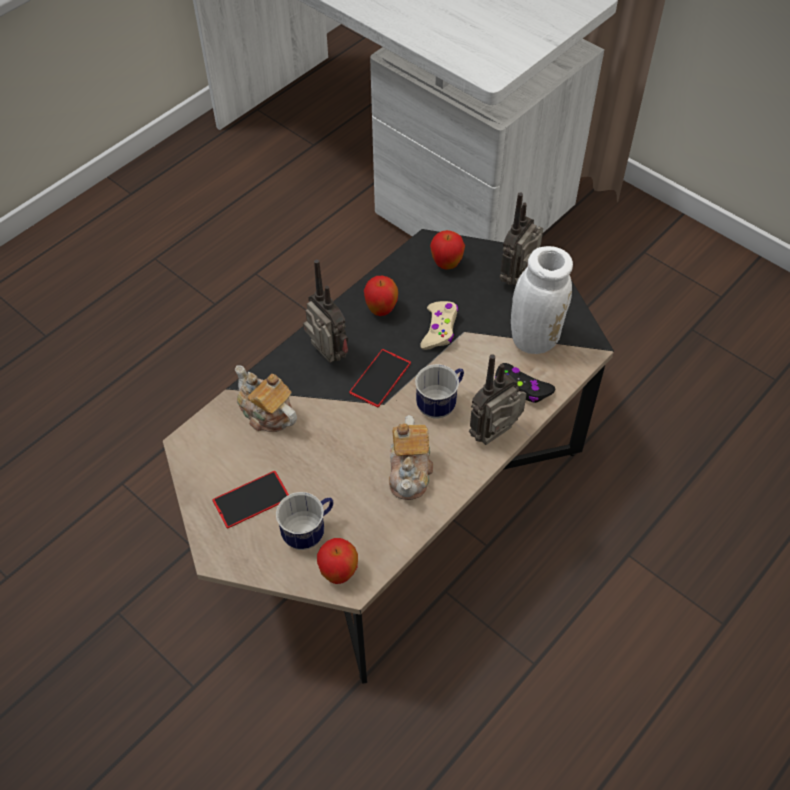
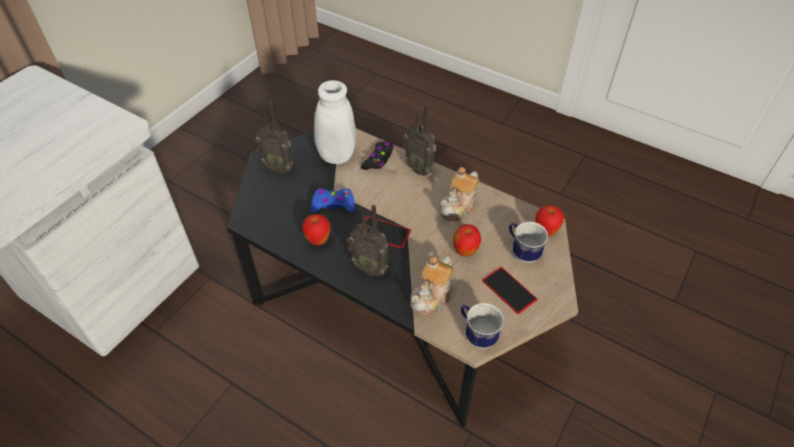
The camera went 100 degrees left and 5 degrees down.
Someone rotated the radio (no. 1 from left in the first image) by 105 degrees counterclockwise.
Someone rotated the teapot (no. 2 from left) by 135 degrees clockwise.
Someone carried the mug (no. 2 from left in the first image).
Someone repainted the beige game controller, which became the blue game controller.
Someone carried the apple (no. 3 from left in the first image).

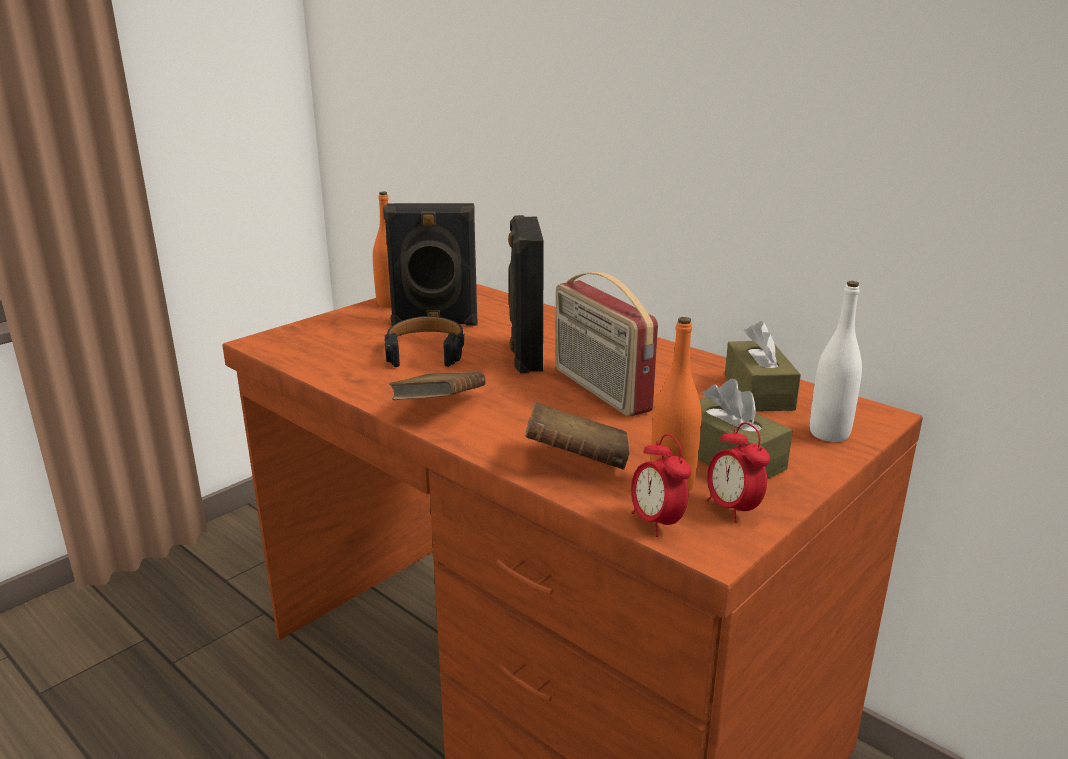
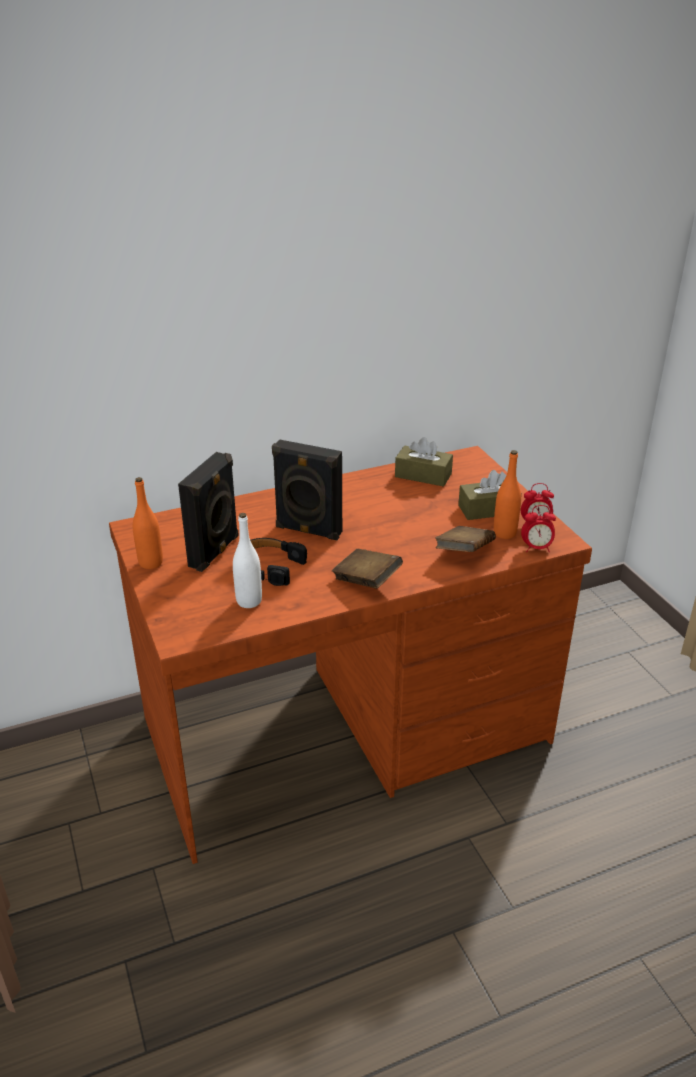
The camera went 65 degrees left and 10 degrees up.
Someone took away the radio.
Someone carried the white bottle.

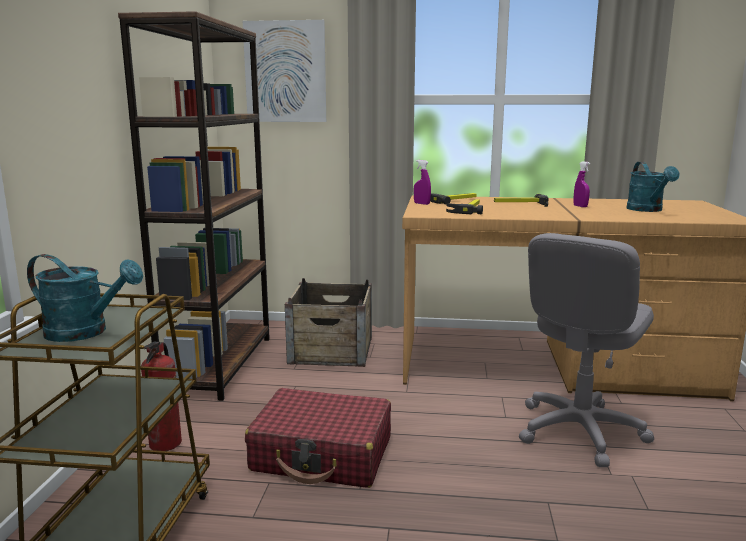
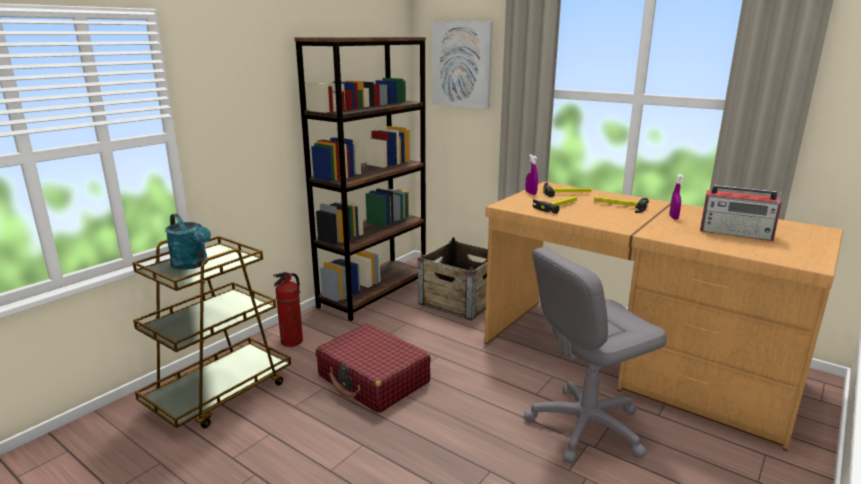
The camera went 30 degrees right and 5 degrees up.
Someone swapped the turquoise watering can (no. 2 from left) for the radio.

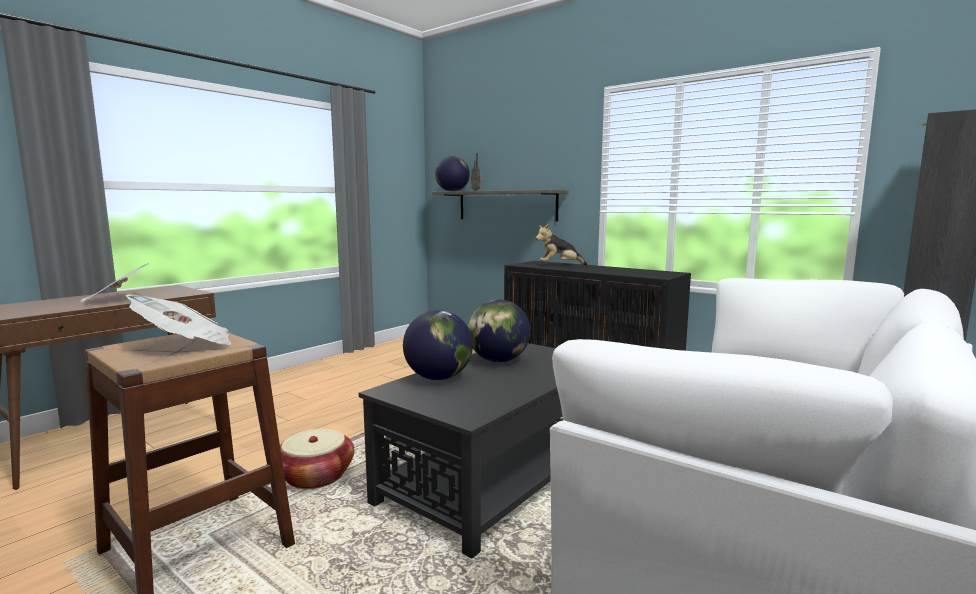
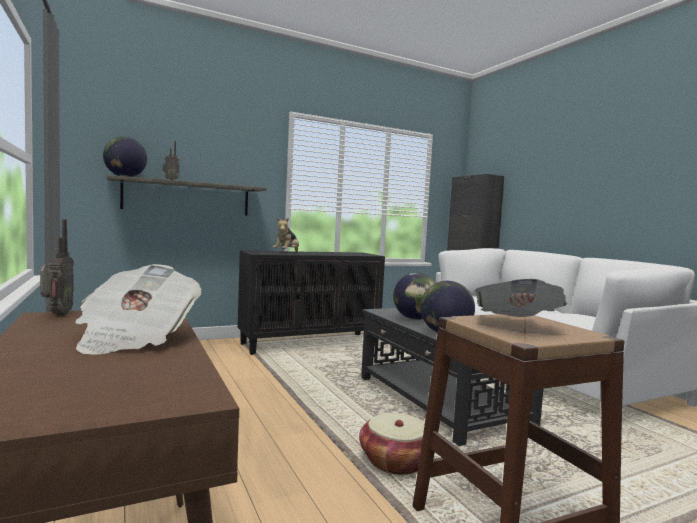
The camera went 65 degrees left and 5 degrees down.
Someone put down the radio (no. 1 from left).

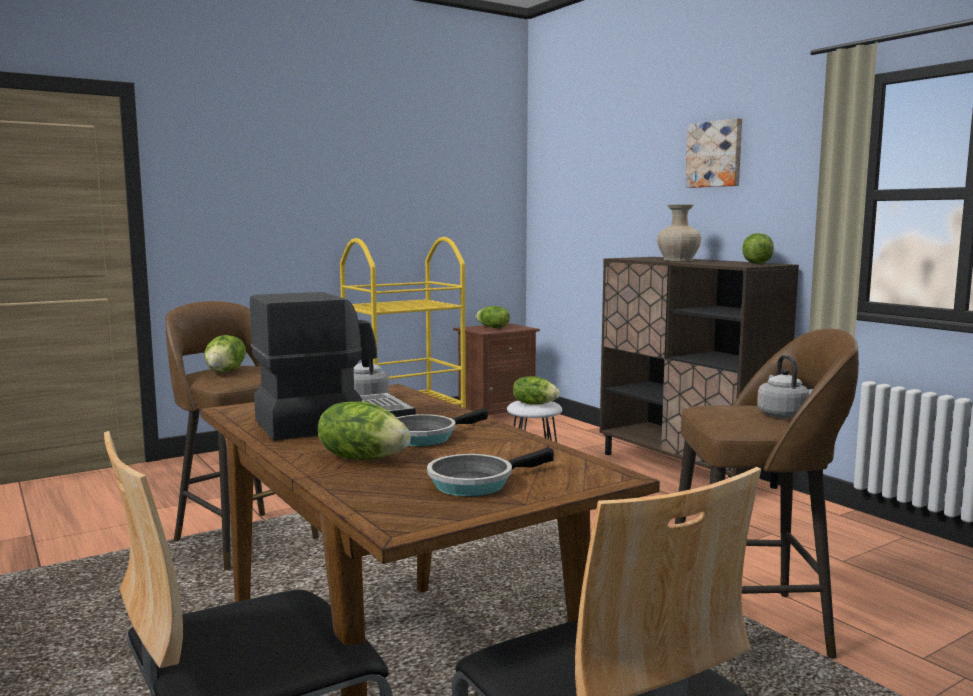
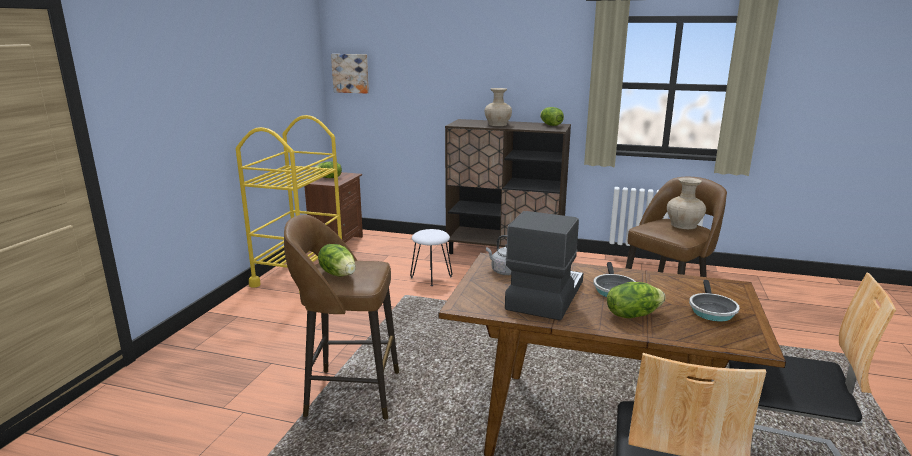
The camera went 40 degrees left and 10 degrees up.
Someone took away the lettuce (no. 4 from left).
Someone carried the picture.
Someone swapped the grey kettle (no. 2 from left) for the beige vase (no. 2 from left).

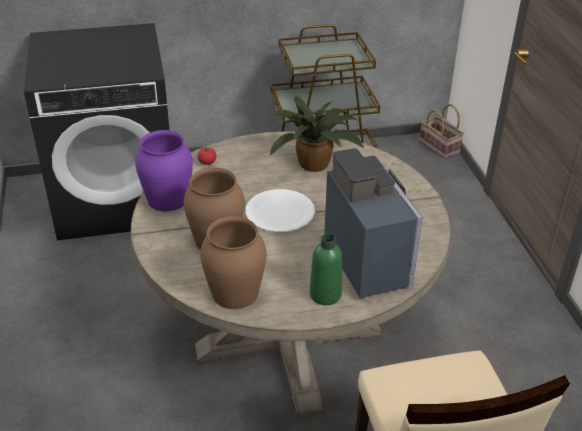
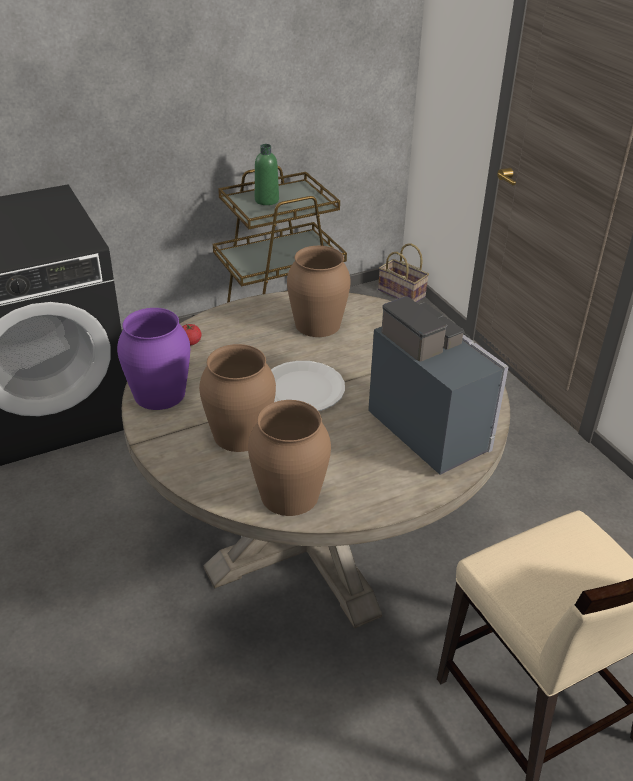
The camera went 15 degrees left and 0 degrees up.
Someone swapped the potted plant for the brown vase (no. 3 from left).
Someone carried the green bottle.

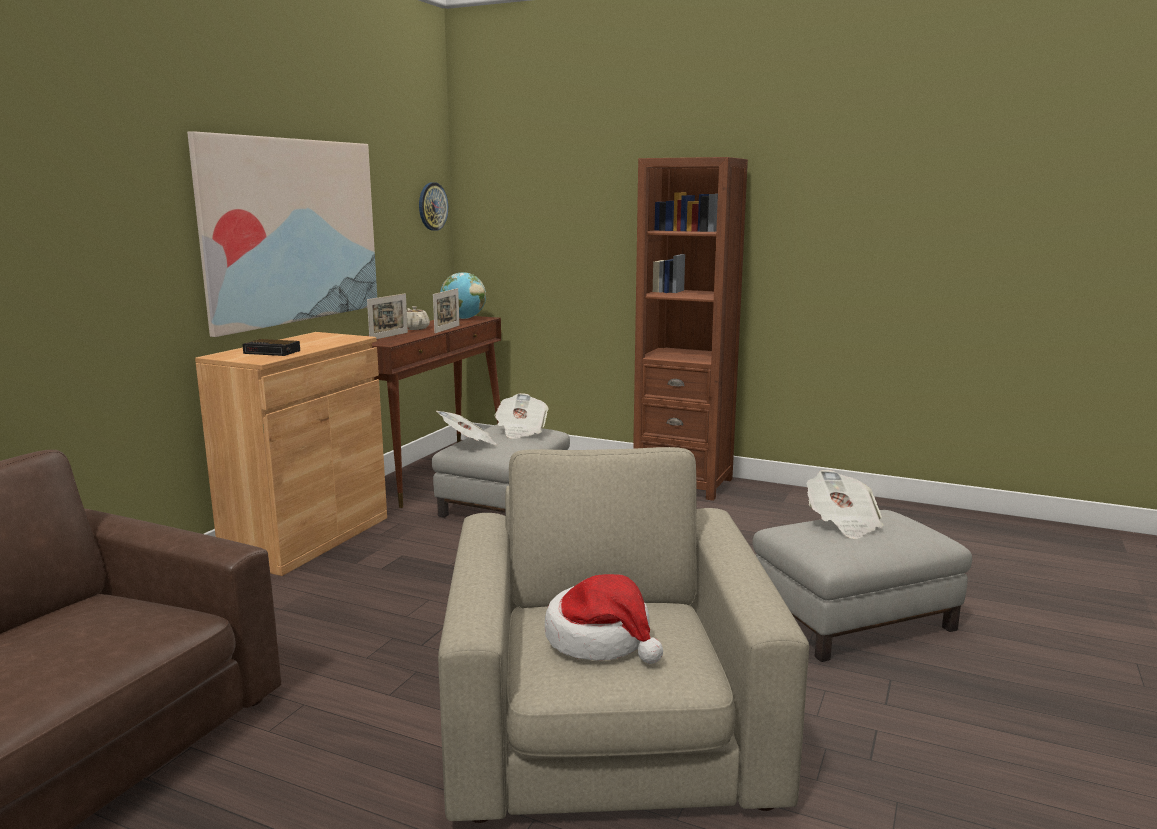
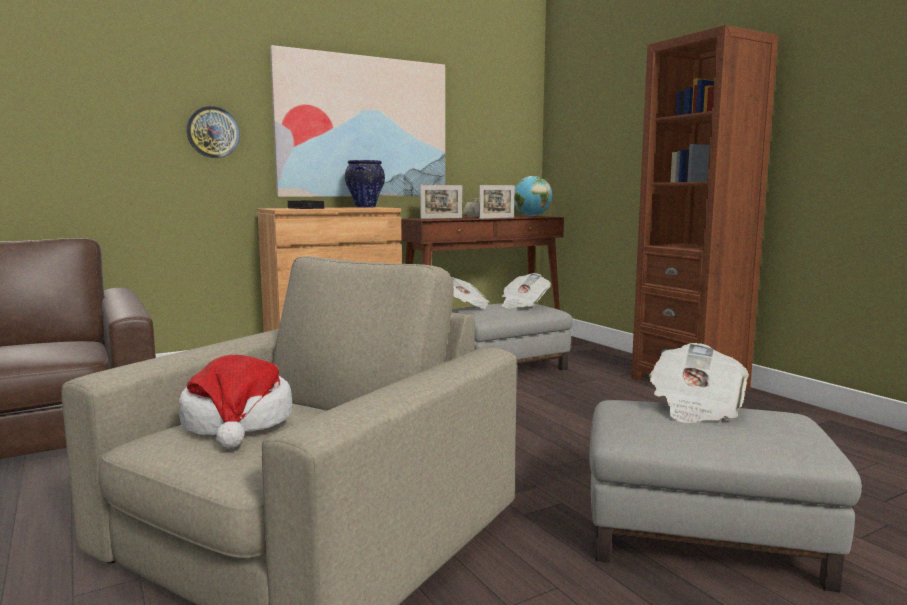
The camera went 35 degrees right and 5 degrees down.
Someone carried the wall clock.
Someone put down the vase.

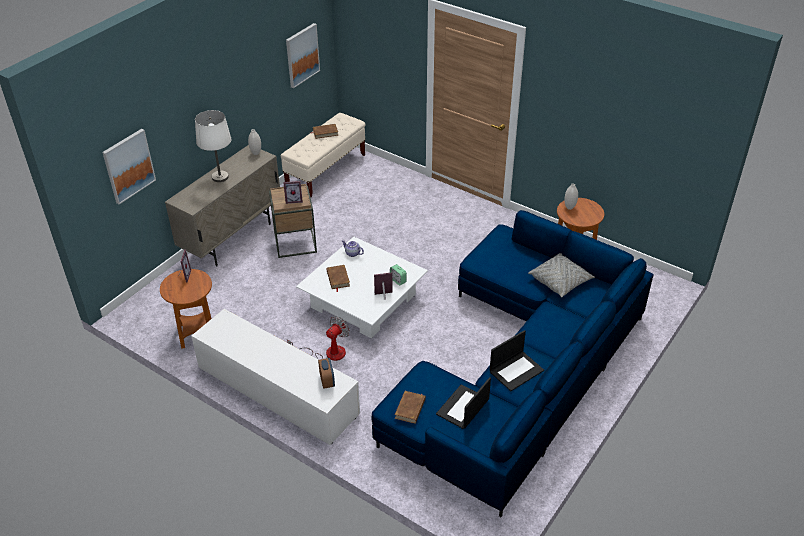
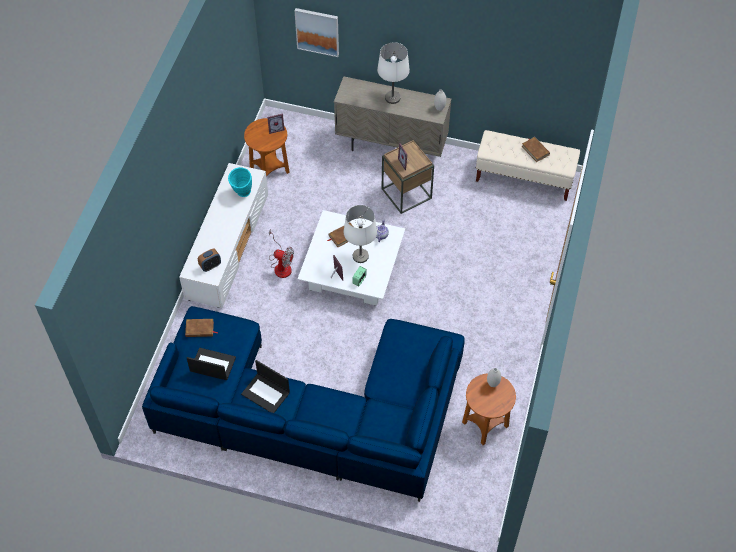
The camera went 70 degrees right and 15 degrees up.
Someone took away the picture (no. 2 from left).
Someone took away the grey pillow.
Someone put down the turquoise vase.
Someone put down the white table lamp (no. 1 from left).

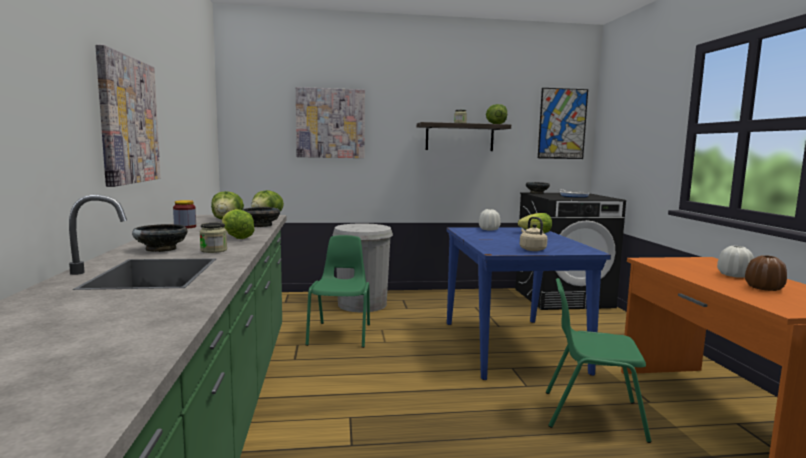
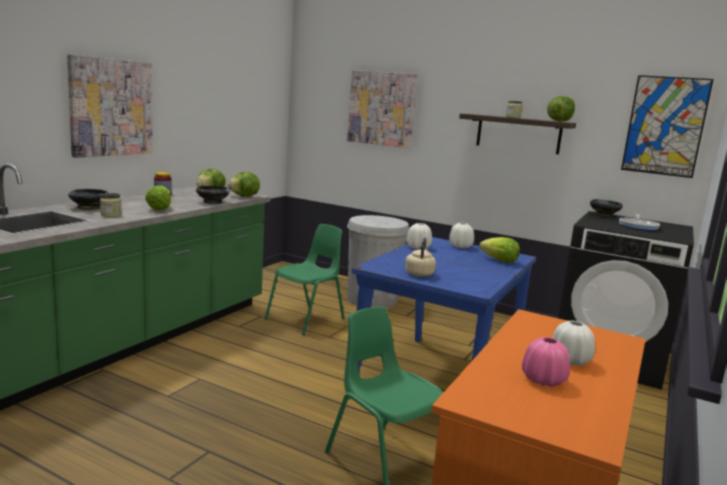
The camera went 35 degrees right and 5 degrees up.
Someone repainted the brown vase, which became the pink vase.
Someone put down the white vase (no. 1 from left).

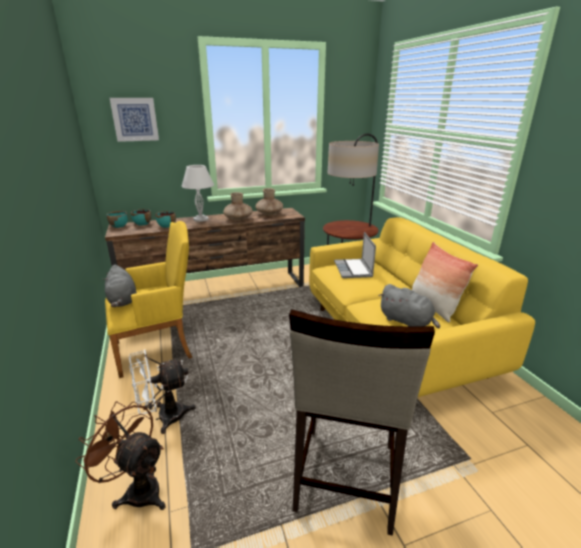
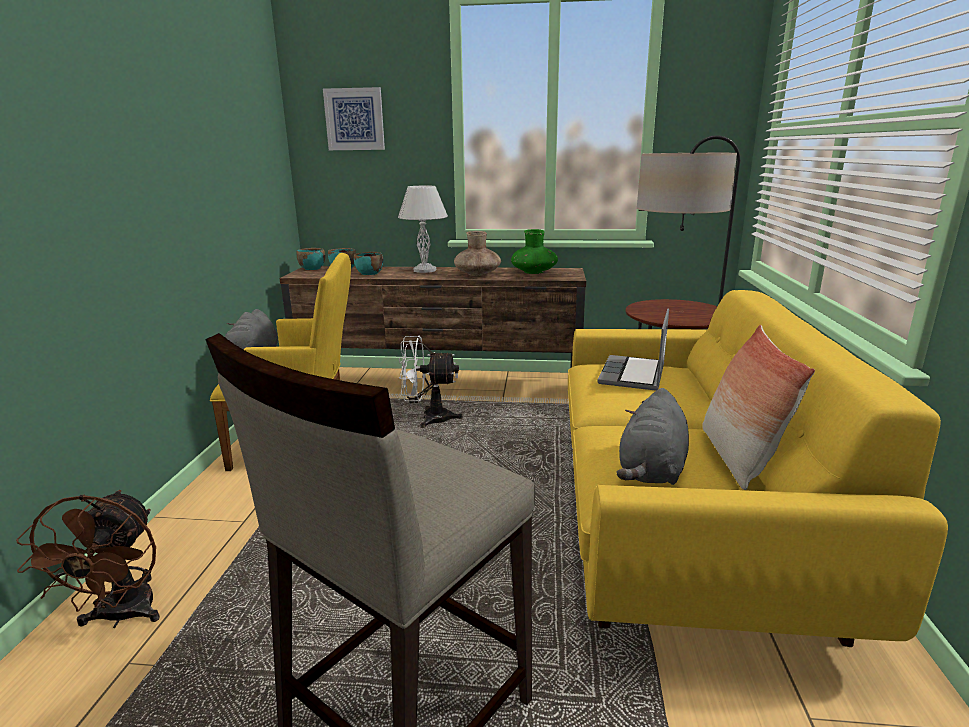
The camera went 25 degrees right and 5 degrees down.
Someone rotated the brown fan by 150 degrees counterclockwise.
Someone carried the white fan.
Someone repainted the brown vase (no. 2 from left), which became the green vase.
Someone rotated the grey plush toy (no. 2 from left) by 45 degrees clockwise.

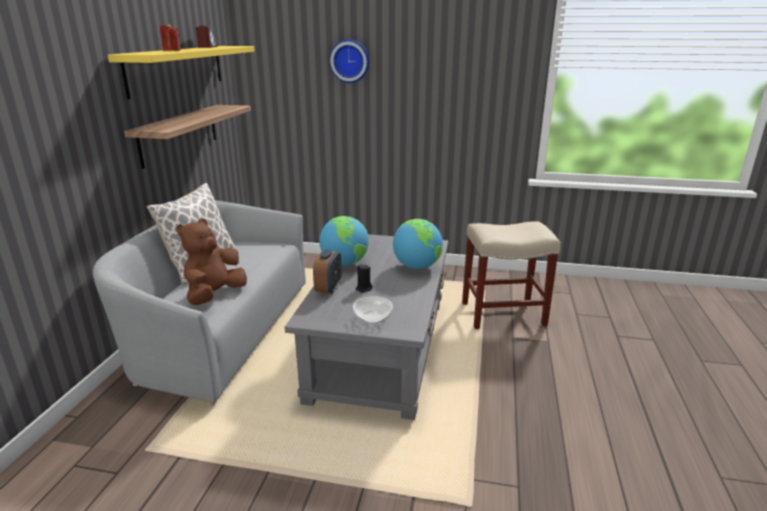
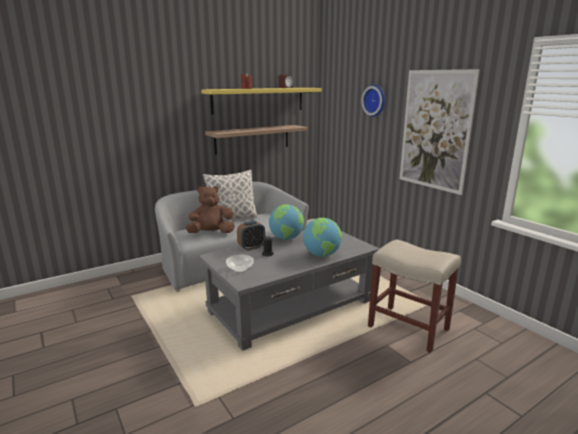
The camera went 45 degrees right and 5 degrees down.
Someone put up the picture.

